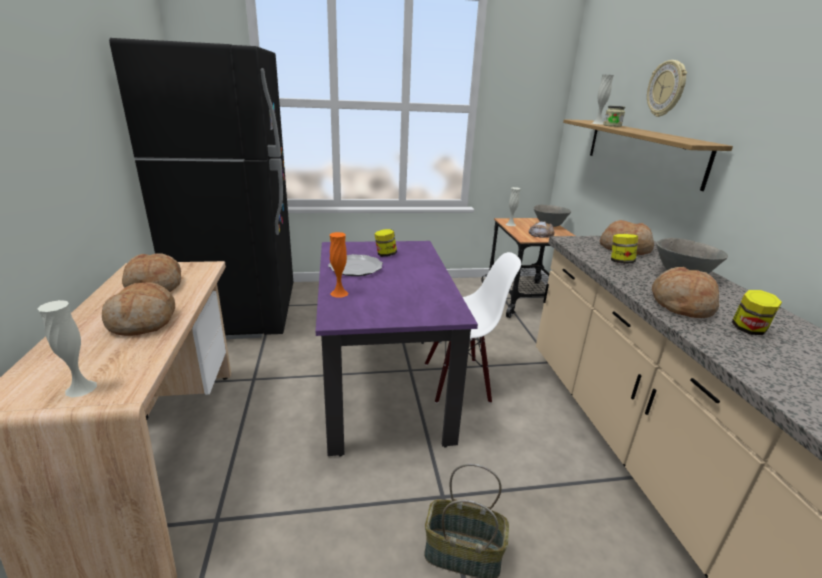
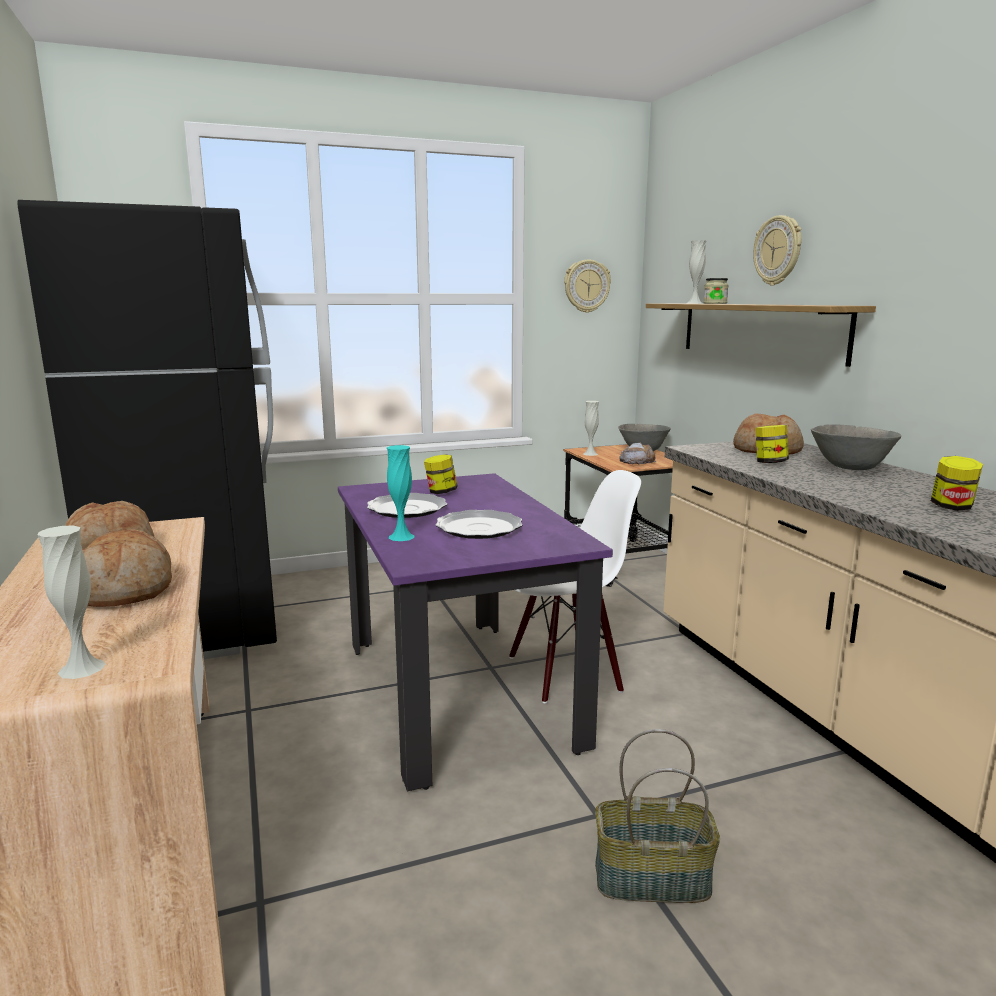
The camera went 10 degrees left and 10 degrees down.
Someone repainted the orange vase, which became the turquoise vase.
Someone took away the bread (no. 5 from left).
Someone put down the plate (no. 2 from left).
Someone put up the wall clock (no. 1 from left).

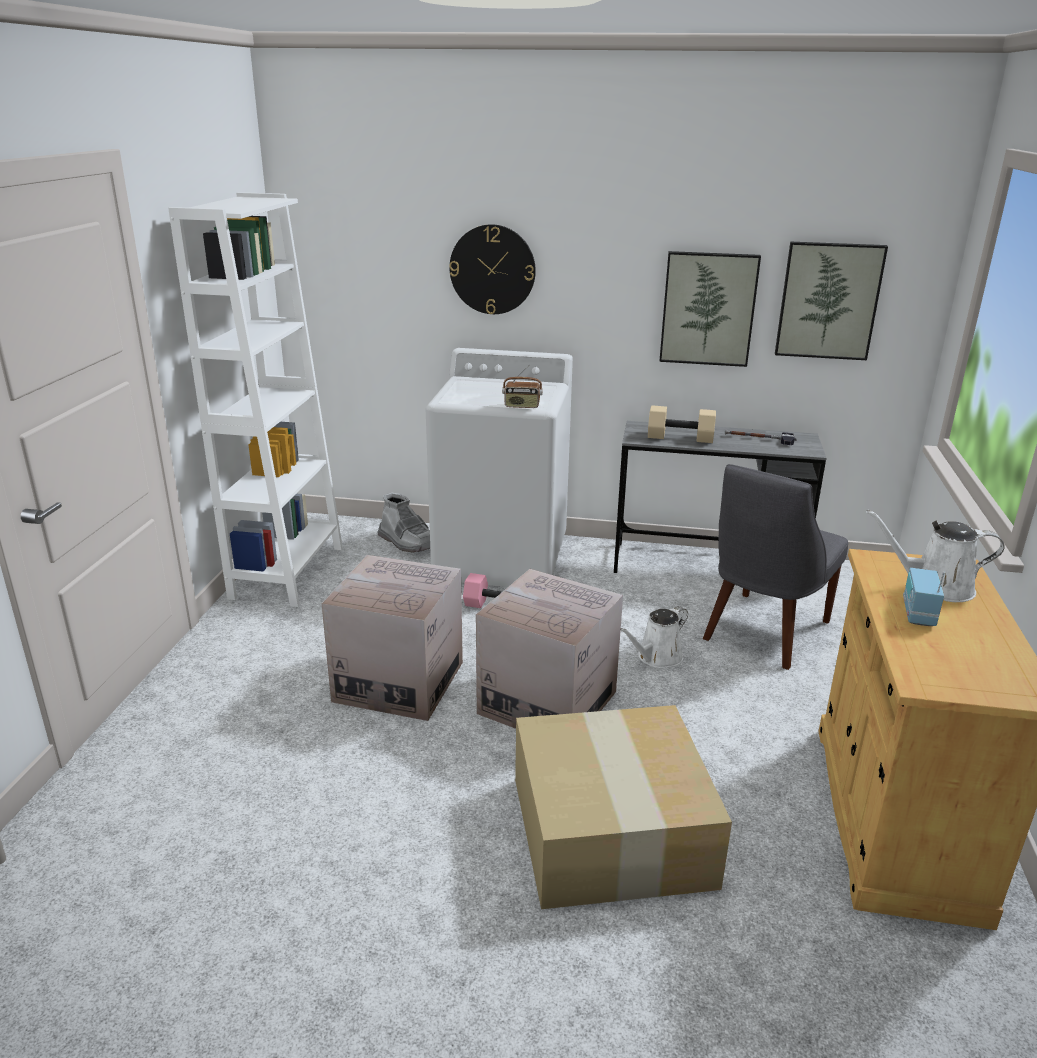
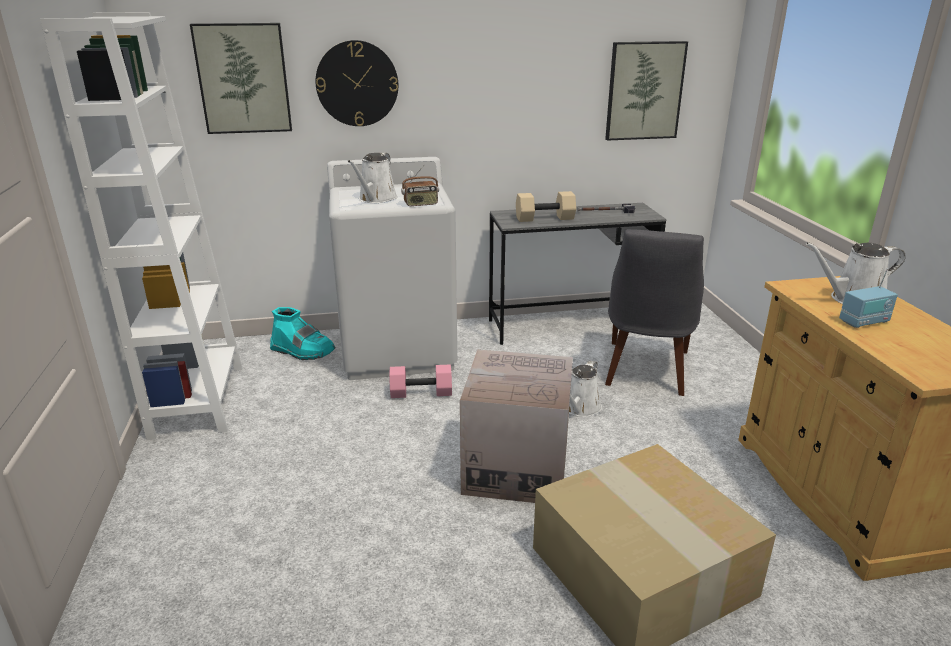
The camera went 20 degrees left and 0 degrees up.
Someone took away the cardboard box (no. 1 from left).
Someone repainted the grey boot, which became the turquoise boot.
Someone carried the picture (no. 1 from left).
Someone rotated the radio (no. 2 from left) by 105 degrees counterclockwise.
Someone put down the white watering can (no. 1 from left).

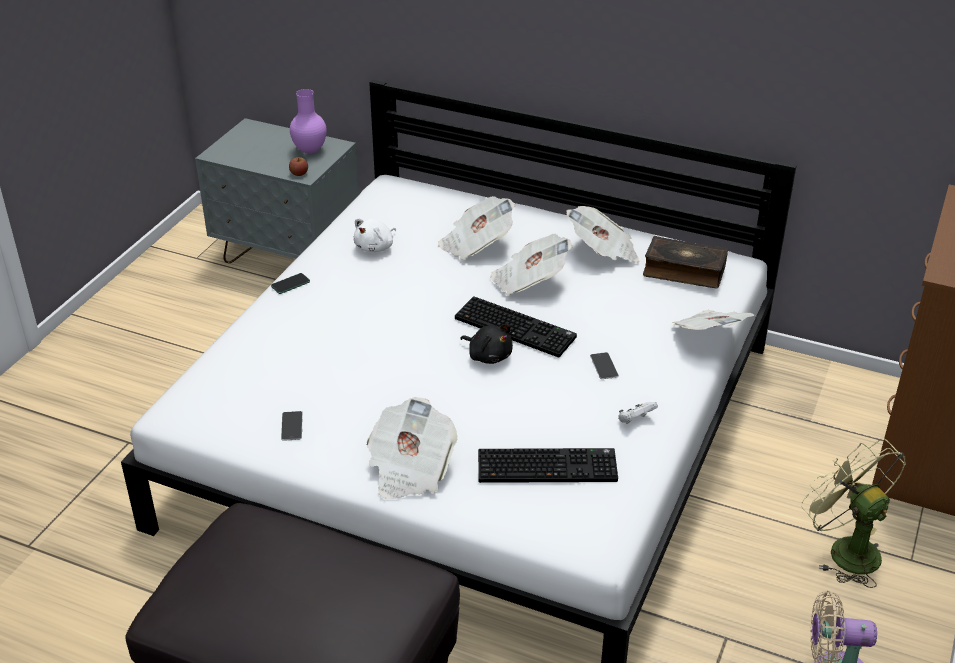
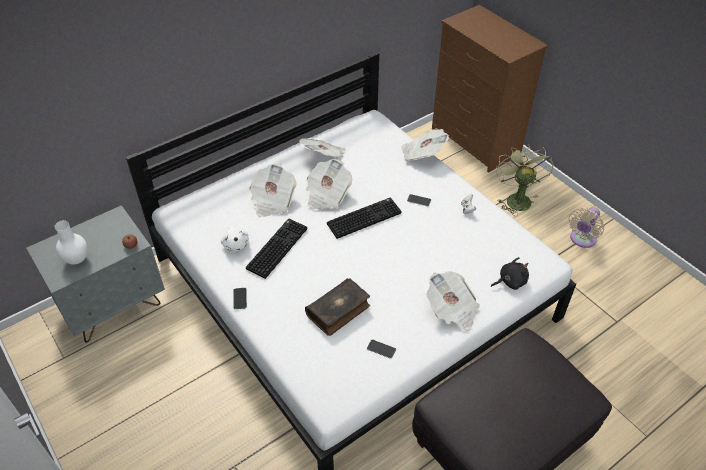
The camera went 60 degrees left and 10 degrees up.
Someone took away the purple vase.
Someone carried the black plush toy.
Someone carried the keyboard (no. 2 from left in the first image).
Someone carried the book.
Someone rotated the green fan by 90 degrees clockwise.
Someone put down the white vase.

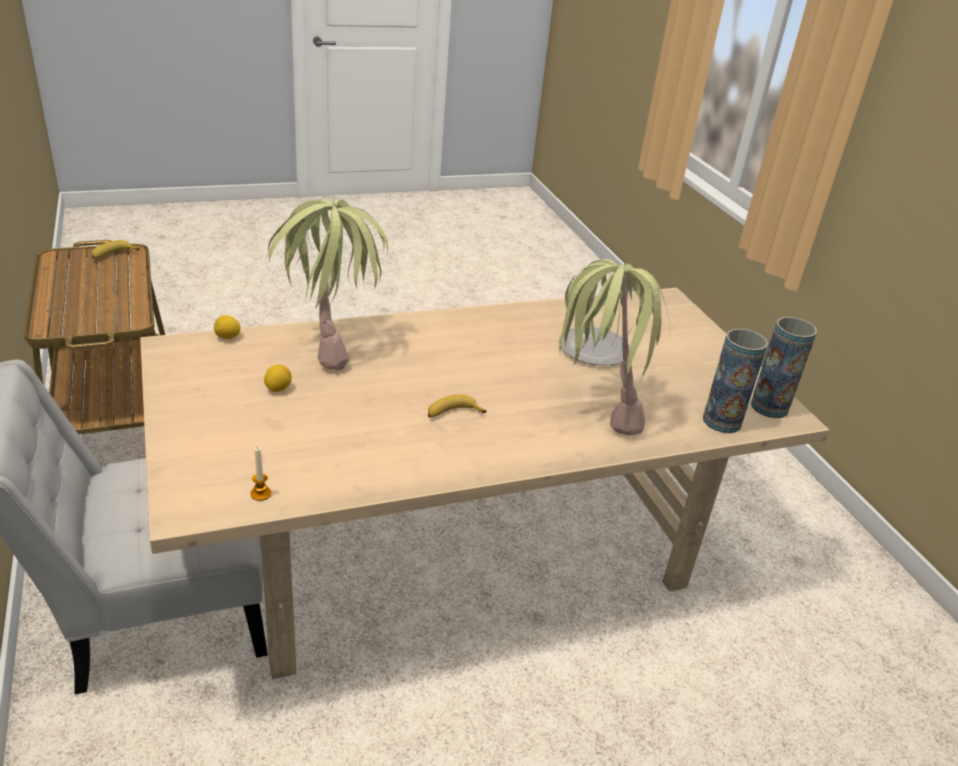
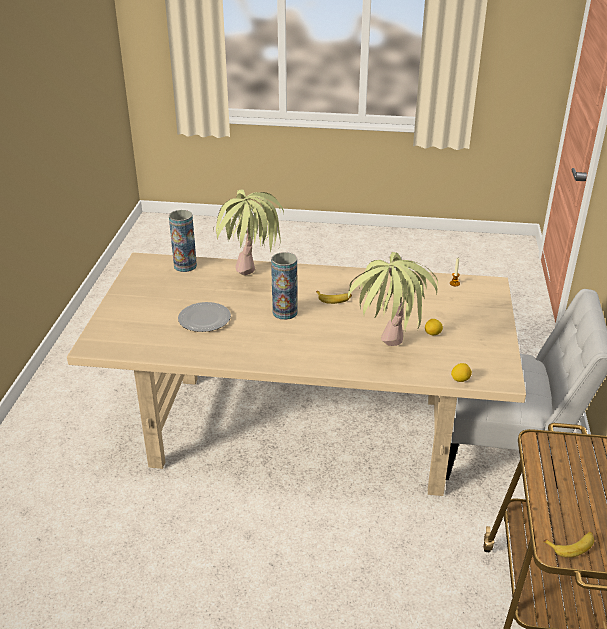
The camera went 150 degrees left and 0 degrees up.
Someone carried the vase (no. 2 from left).

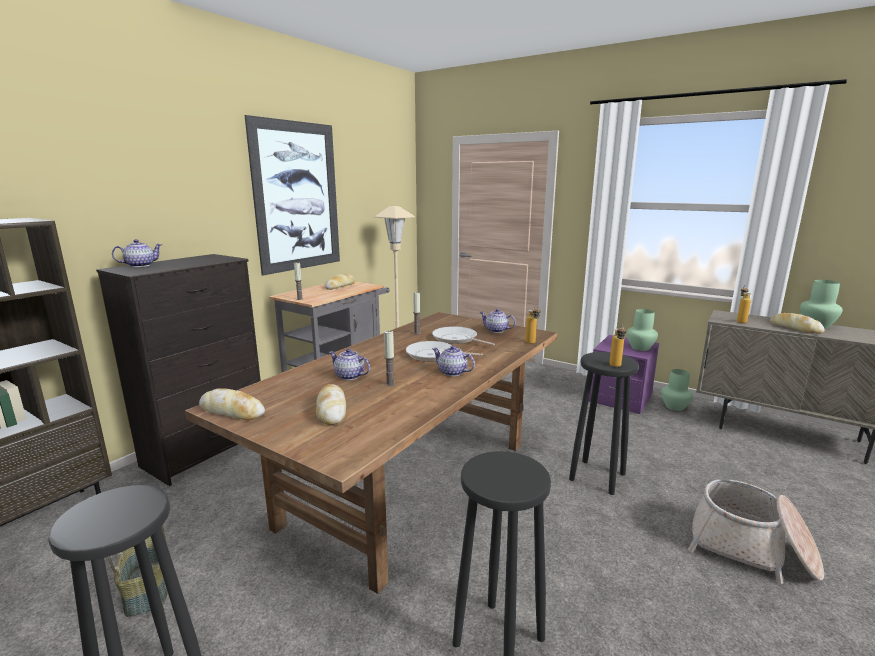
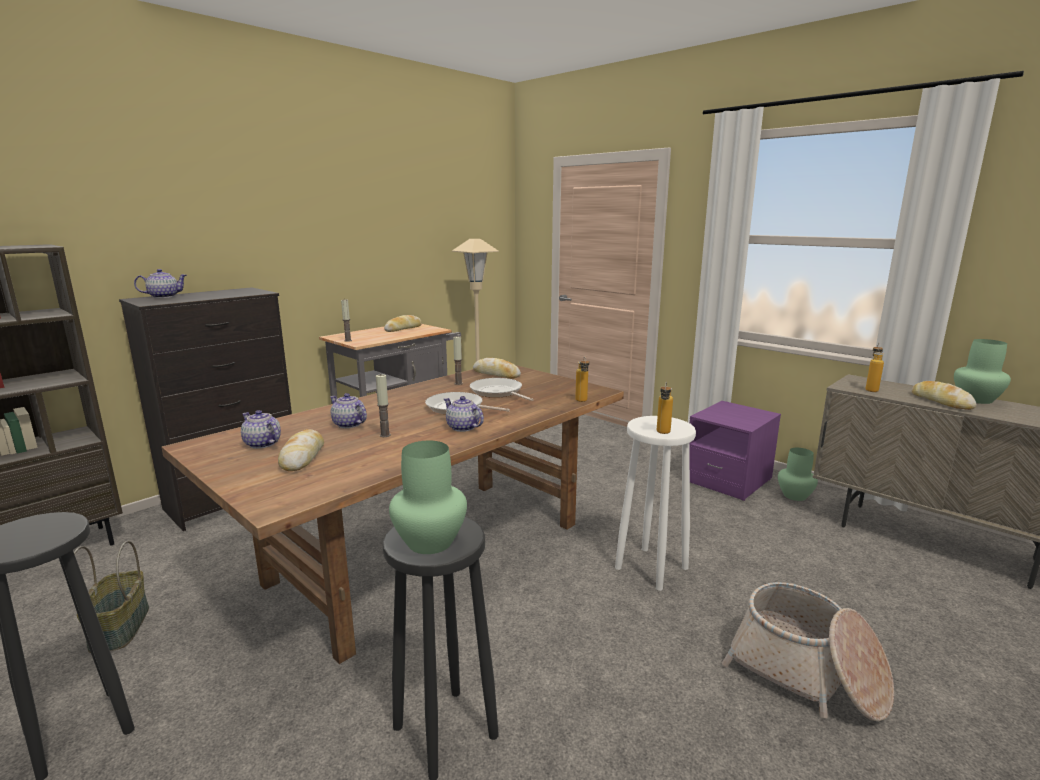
The camera went 10 degrees right and 0 degrees up.
Someone carried the bread (no. 1 from left in the first image).
Someone took away the picture.
Someone carried the teapot (no. 4 from left in the first image).
Someone repainted the black stool (no. 3 from left), which became the white stool.
Someone carried the green vase (no. 1 from left).

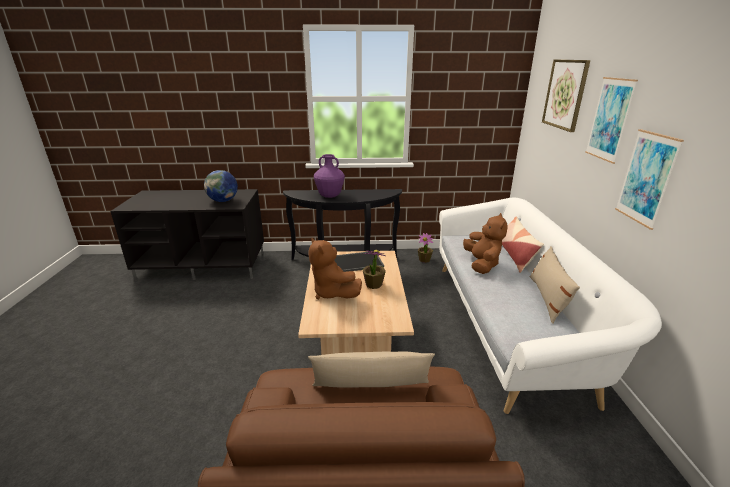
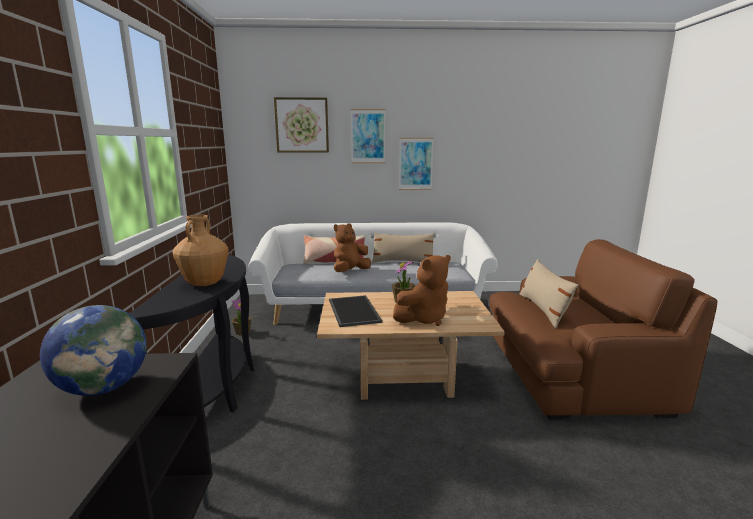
The camera went 90 degrees left and 10 degrees down.
Someone repainted the purple vase, which became the brown vase.
Someone rotated the brown plush toy (no. 2 from left in the first image) by 45 degrees counterclockwise.

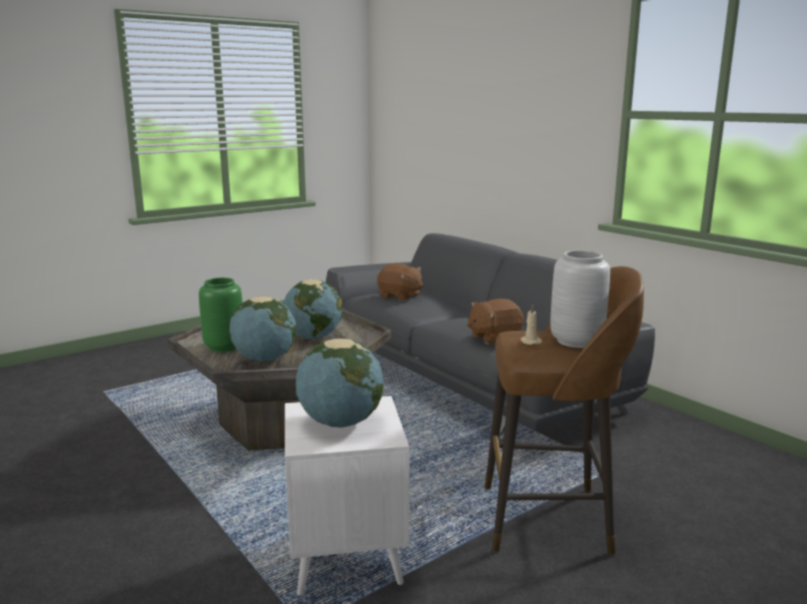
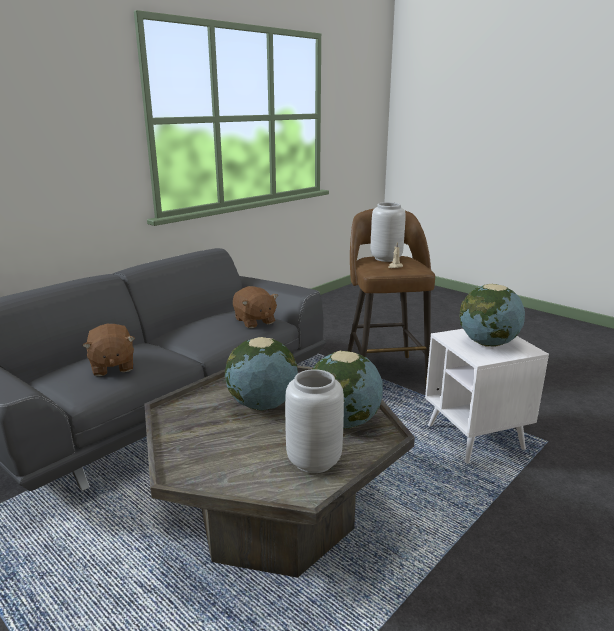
The camera went 100 degrees left and 5 degrees up.
Someone repainted the green vase, which became the grey vase (no. 1 from left).
Someone rotated the brown plush toy (no. 1 from left) by 135 degrees clockwise.

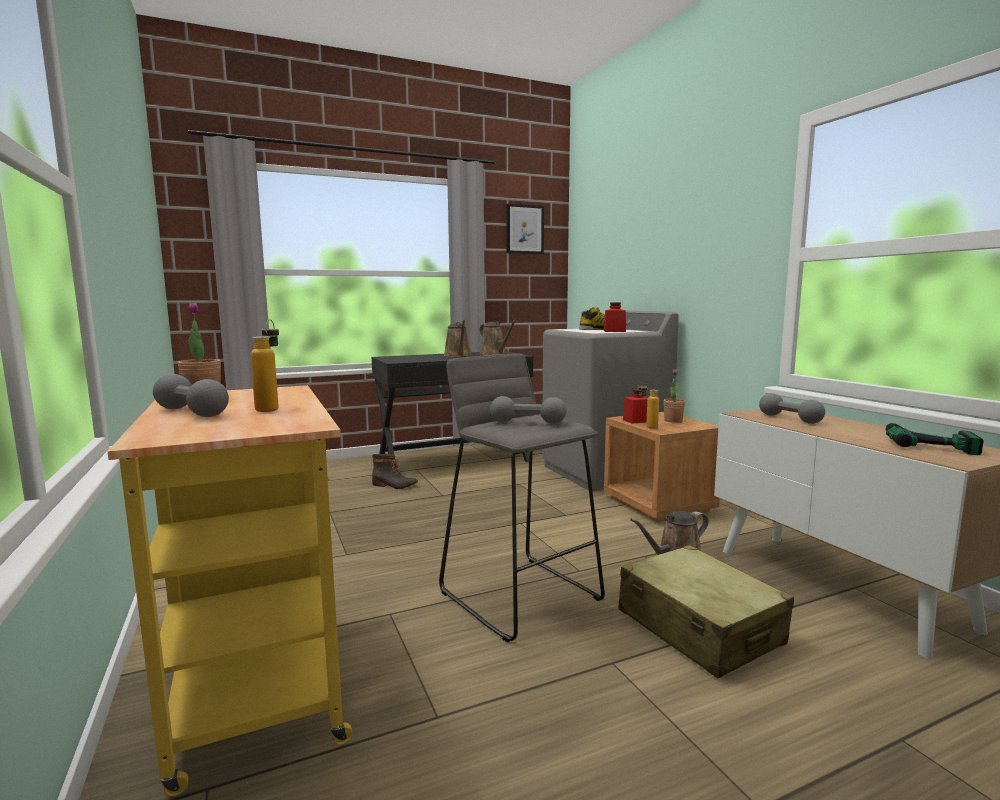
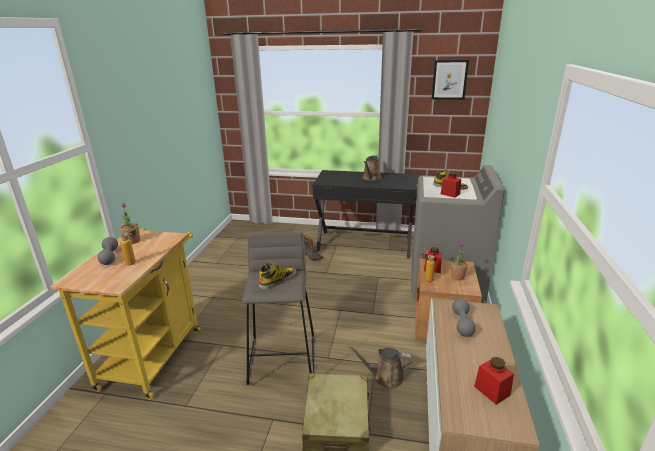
The camera went 35 degrees right and 15 degrees up.
Someone took away the brown watering can (no. 2 from left).
Someone swapped the grey dumbbell (no. 2 from left) for the boot (no. 1 from left).
Someone swapped the power drill for the red jar (no. 3 from left).

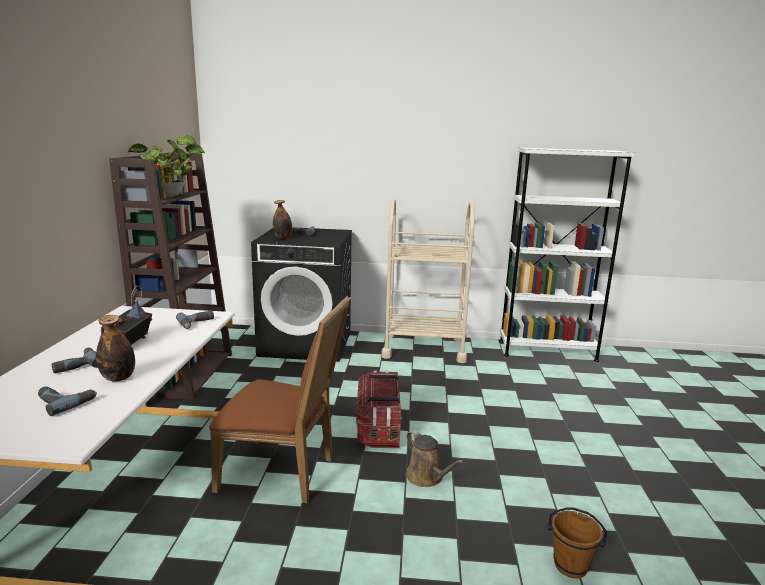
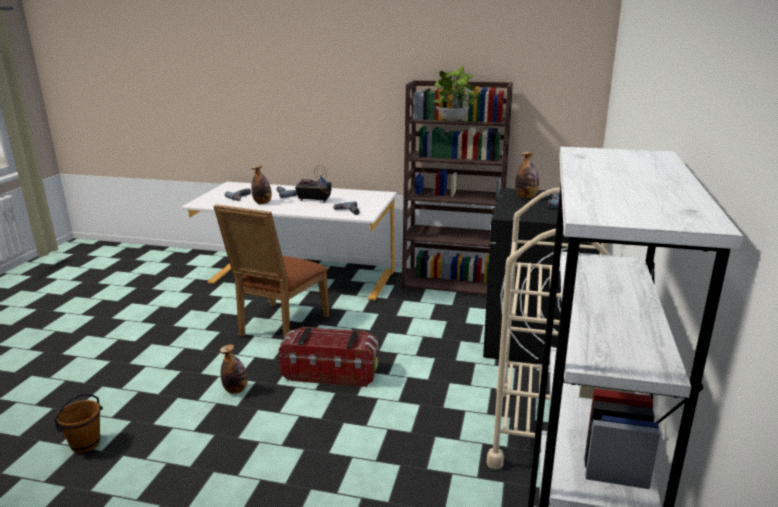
The camera went 100 degrees right and 5 degrees up.
Someone swapped the brown watering can for the bottle (no. 1 from left).

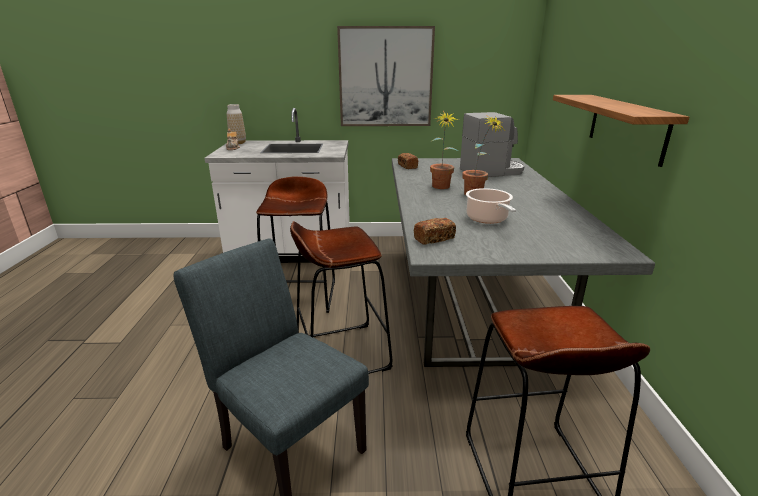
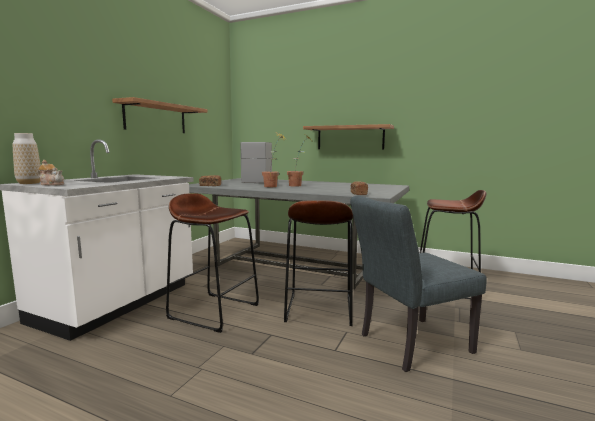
The camera went 65 degrees left and 15 degrees down.
Someone swapped the picture for the shelf (no. 1 from left).
Someone took away the cooking pot.

